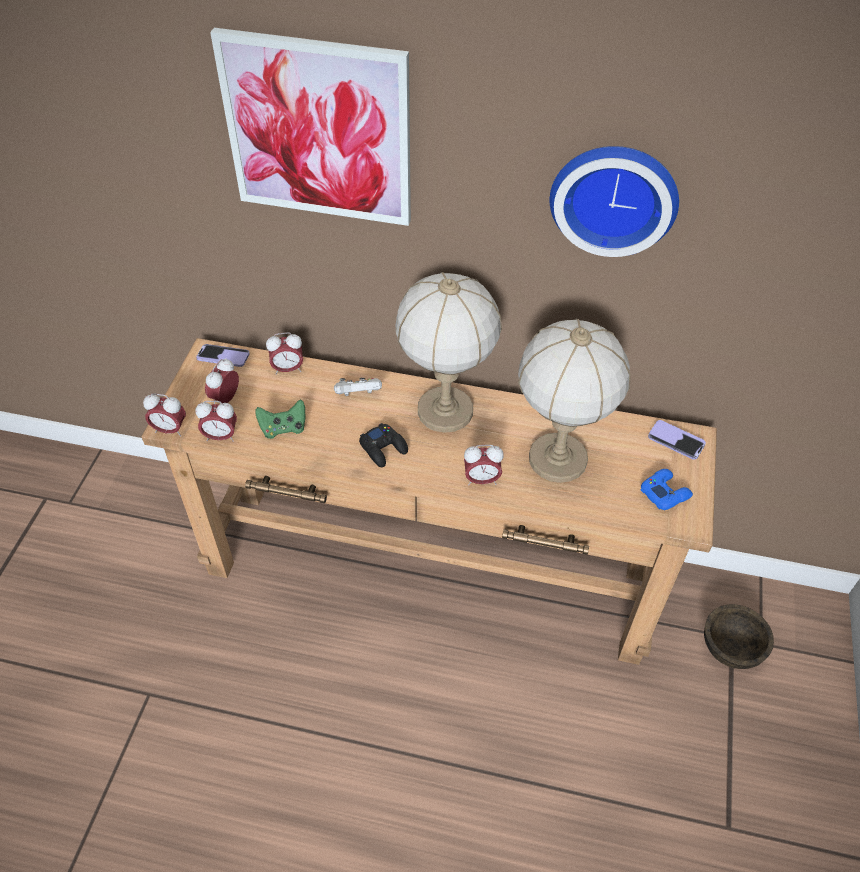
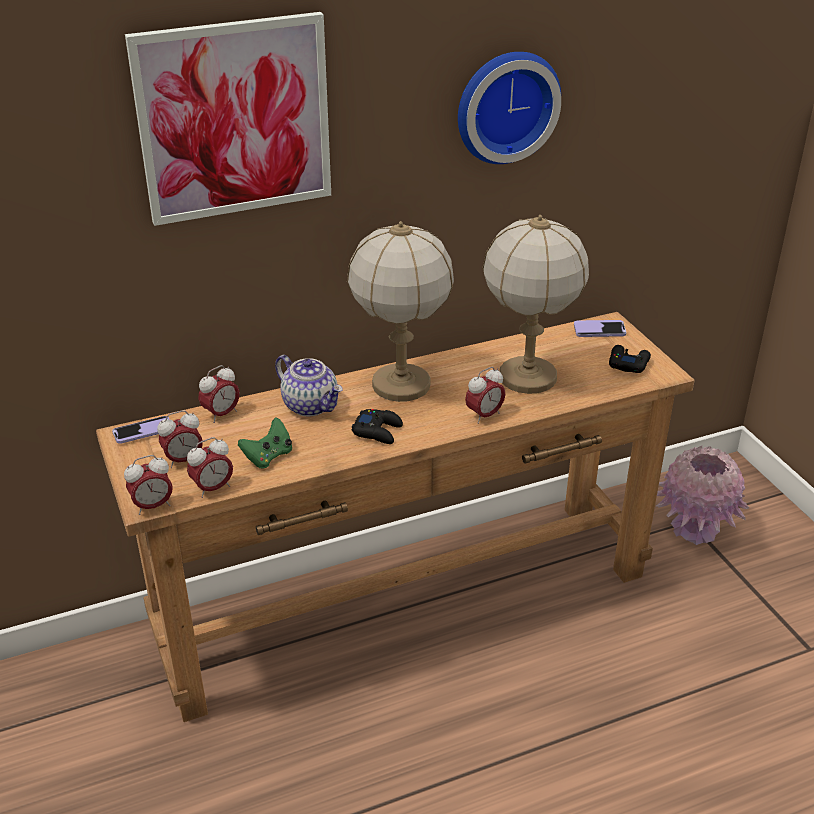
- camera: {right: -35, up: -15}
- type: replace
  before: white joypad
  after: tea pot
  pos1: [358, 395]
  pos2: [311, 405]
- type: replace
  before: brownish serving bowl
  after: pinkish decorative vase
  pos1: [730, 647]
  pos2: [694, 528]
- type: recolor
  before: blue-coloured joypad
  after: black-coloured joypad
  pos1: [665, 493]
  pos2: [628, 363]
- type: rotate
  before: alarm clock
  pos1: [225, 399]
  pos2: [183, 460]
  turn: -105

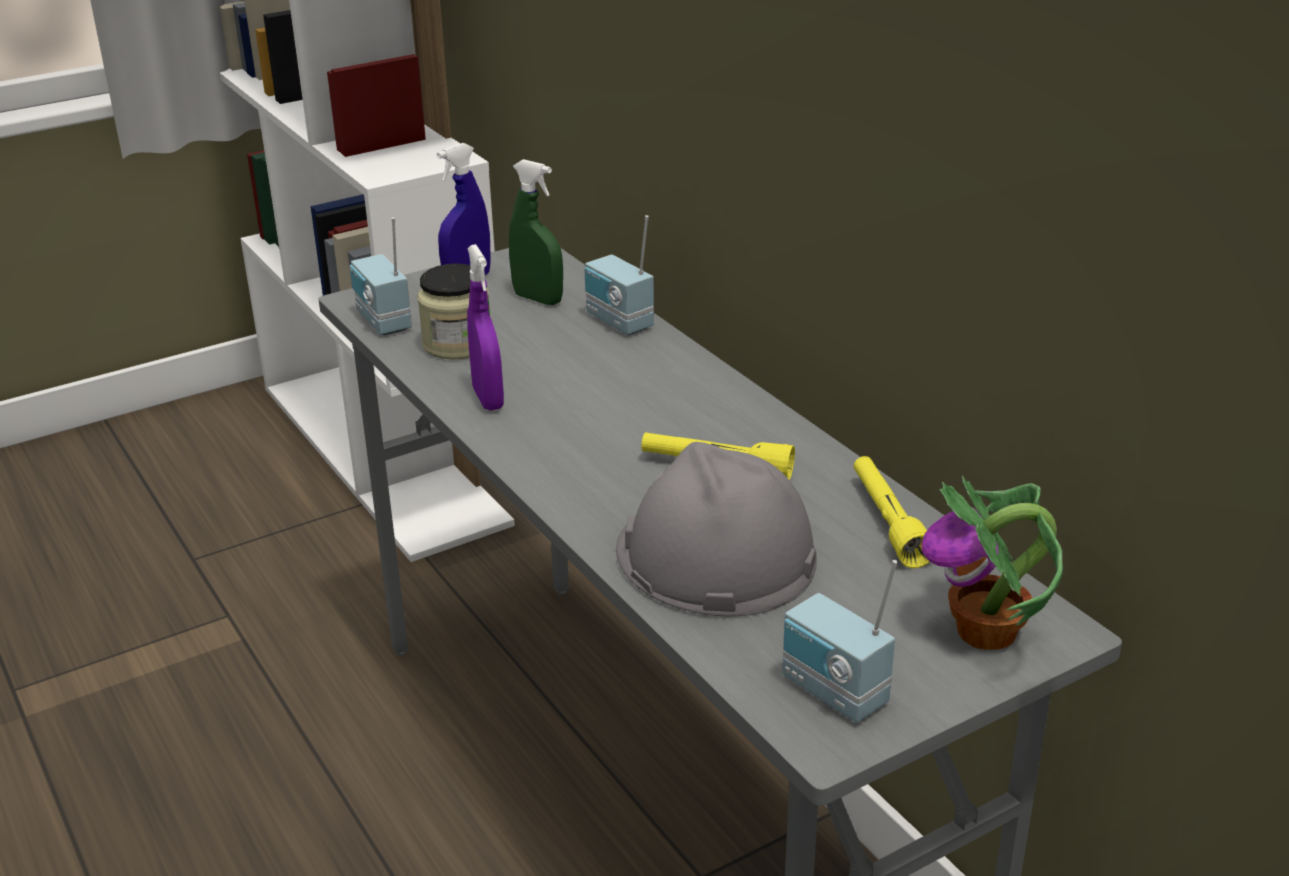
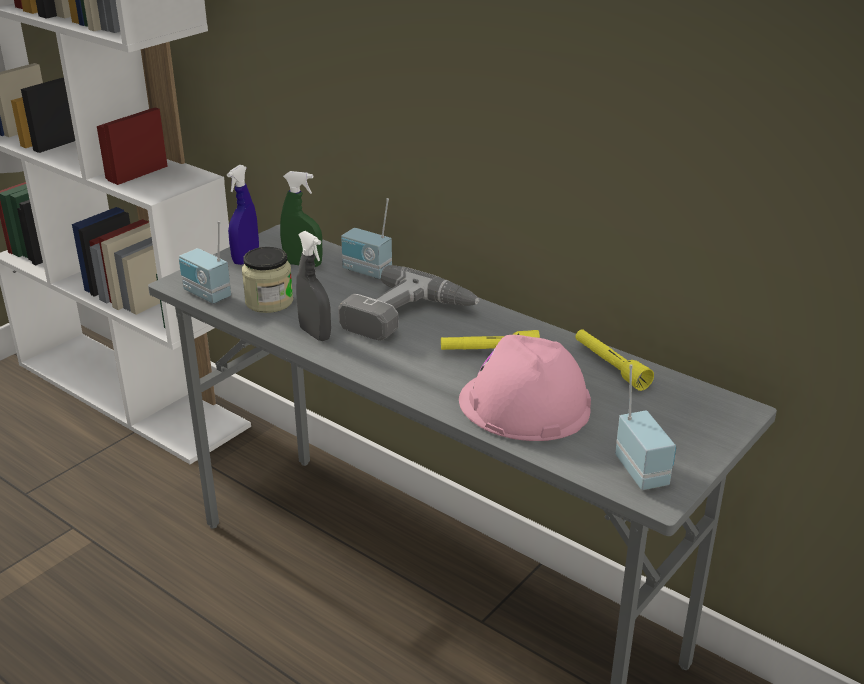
- camera: {right: -20, up: 0}
- type: delete
  before: plant in a pot
  pos1: [987, 633]
- type: insert
  after: drill
  pos2: [409, 318]
- type: recolor
  before: purple spray bottle
  after: greyish spray bottle
  pos1: [488, 399]
  pos2: [315, 334]
- type: recolor
  before: greyish work helmet
  after: pinkish work helmet
  pos1: [715, 555]
  pos2: [524, 405]
- type: rotate
  before: radio receiver
  pos1: [832, 693]
  pos2: [643, 471]
  turn: -135

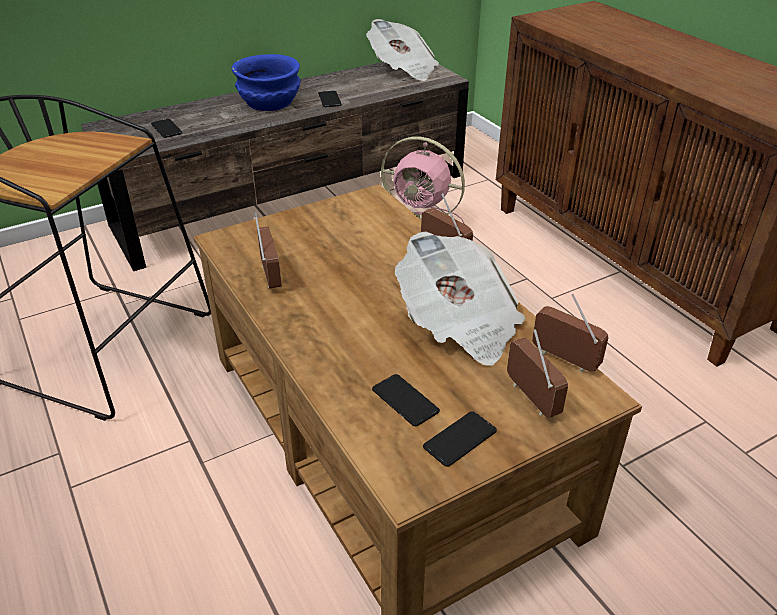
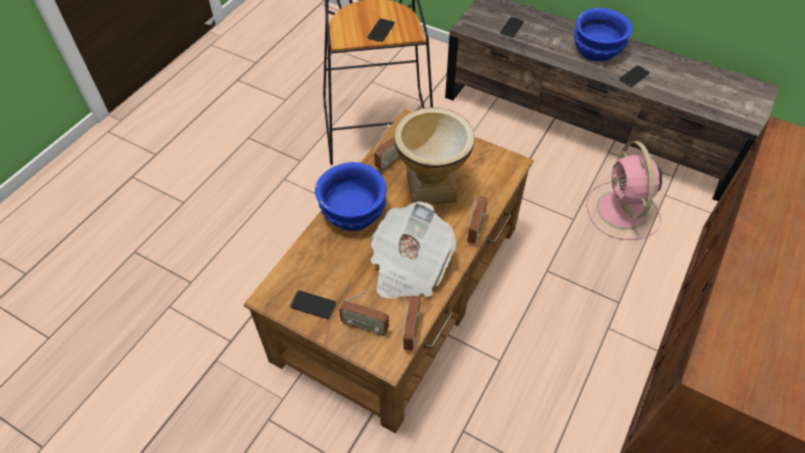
- camera: {right: 60, up: 15}
- type: delete
  before: newspaper
  pos1: [403, 69]
- type: insert
  after: blue-coloured serving bowl
  pos2: [354, 212]
- type: insert
  after: decorative vase
  pos2: [431, 187]
- type: move
  before: phone
  pos1: [405, 400]
  pos2: [381, 30]
- type: rotate
  before: radio receiver
  pos1: [531, 398]
  pos2: [365, 326]
  turn: 75

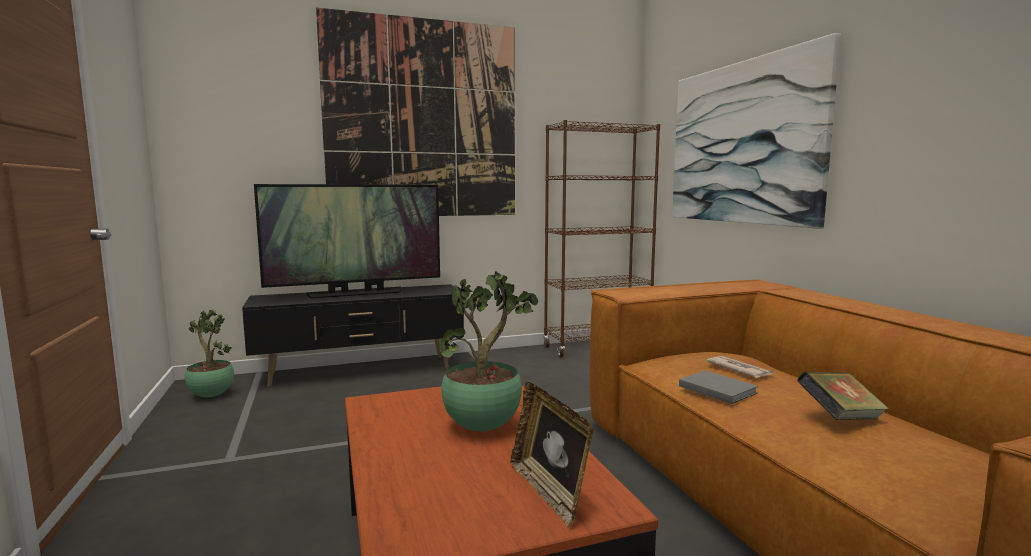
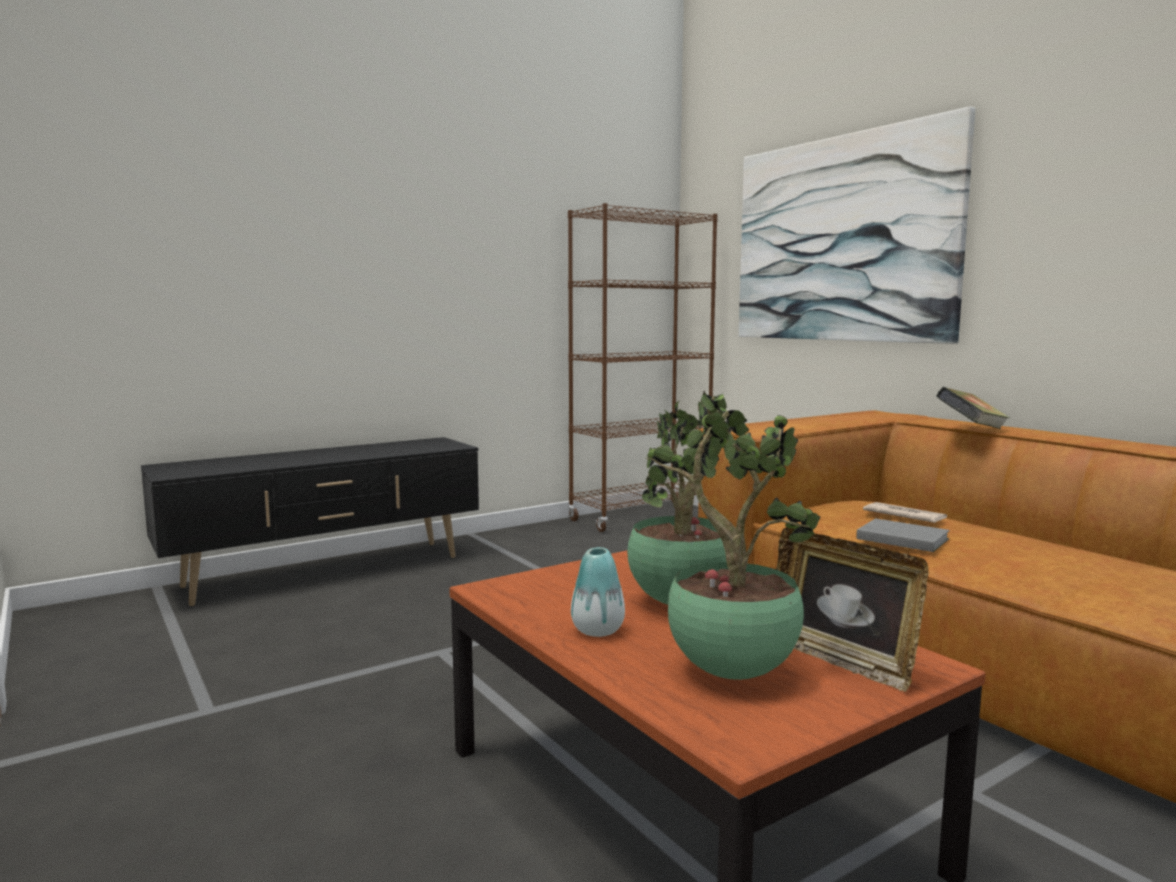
- camera: {right: -15, up: 0}
- type: delete
  before: TV set
  pos1: [356, 293]
- type: delete
  before: wall art
  pos1: [423, 120]
- type: insert
  after: decorative vase
  pos2: [597, 630]
- type: move
  before: plant in a pot
  pos1: [210, 395]
  pos2: [728, 672]
- type: move
  before: bound book
  pos1: [840, 418]
  pos2: [971, 430]

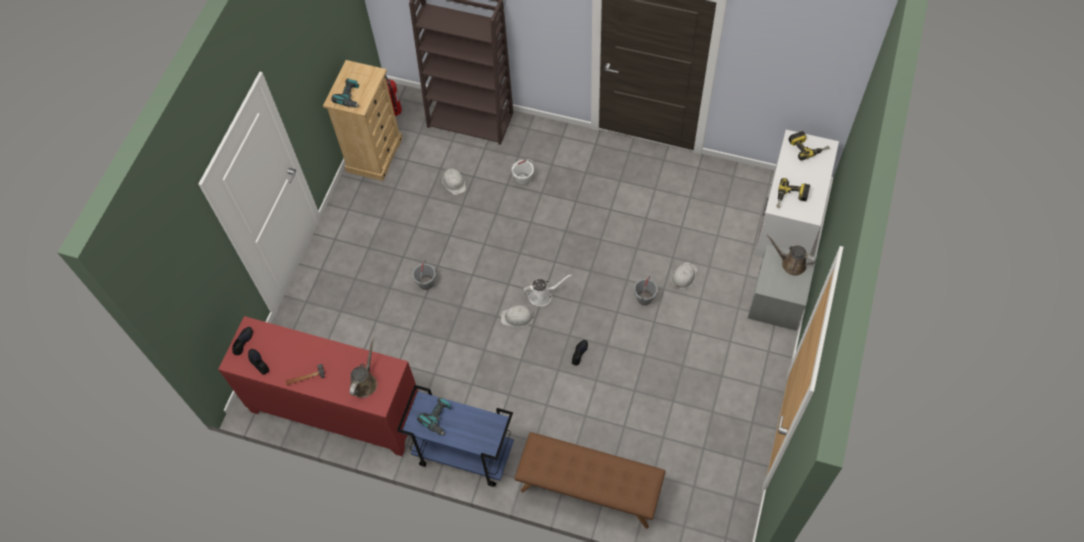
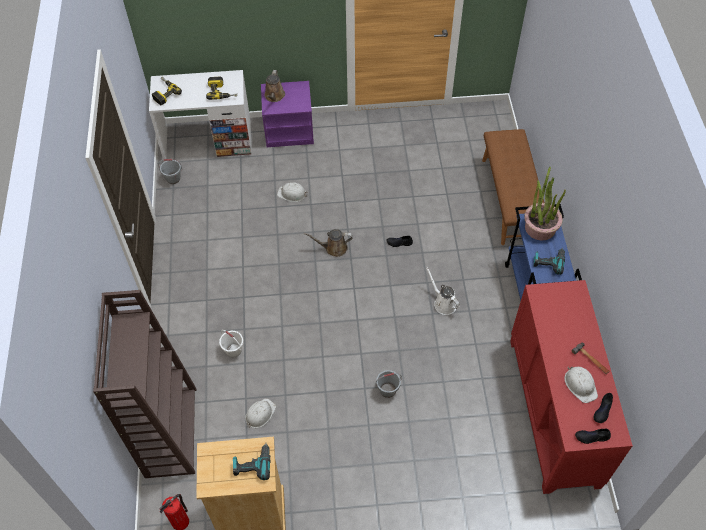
- camera: {right: -115, up: -5}
- type: insert
  after: plant in a pot
  pos2: [540, 227]
- type: move
  before: brownish sprinkling can
  pos1: [365, 382]
  pos2: [333, 248]
- type: move
  before: white work helmet
  pos1: [517, 317]
  pos2: [580, 384]
- type: move
  before: white sprinkling can
  pos1: [542, 295]
  pos2: [443, 303]
- type: move
  before: greyish pail
  pos1: [644, 298]
  pos2: [173, 178]
- type: recolor
  before: greyish night table
  after: purple night table
  pos1: [777, 301]
  pos2: [289, 130]

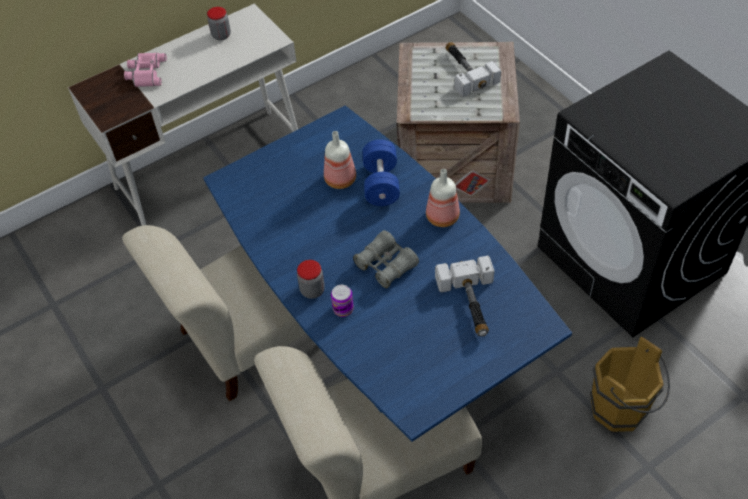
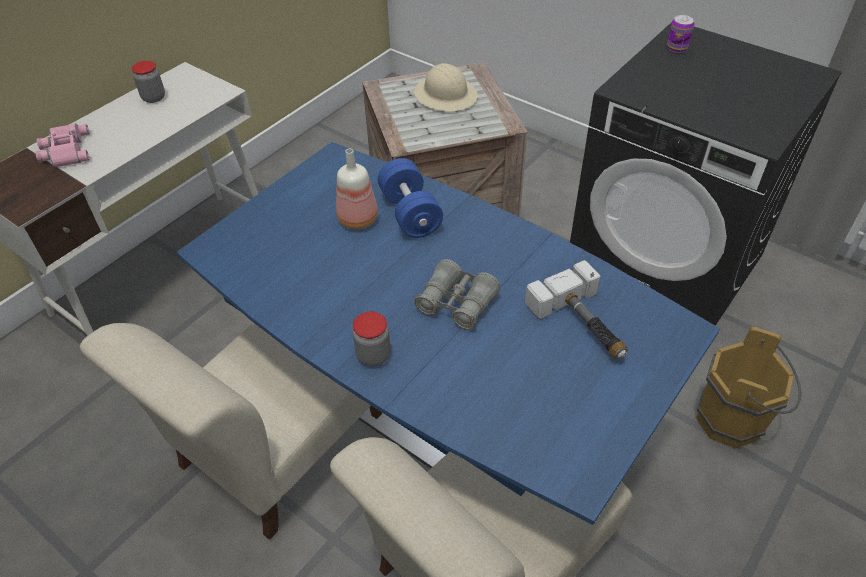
- camera: {right: -20, up: -5}
- type: delete
  before: bottle
  pos1: [441, 216]
- type: move
  before: sealed can
  pos1: [343, 309]
  pos2: [677, 48]
- type: replace
  before: hand hammer
  after: sand-coloured work helmet
  pos1: [465, 71]
  pos2: [446, 95]

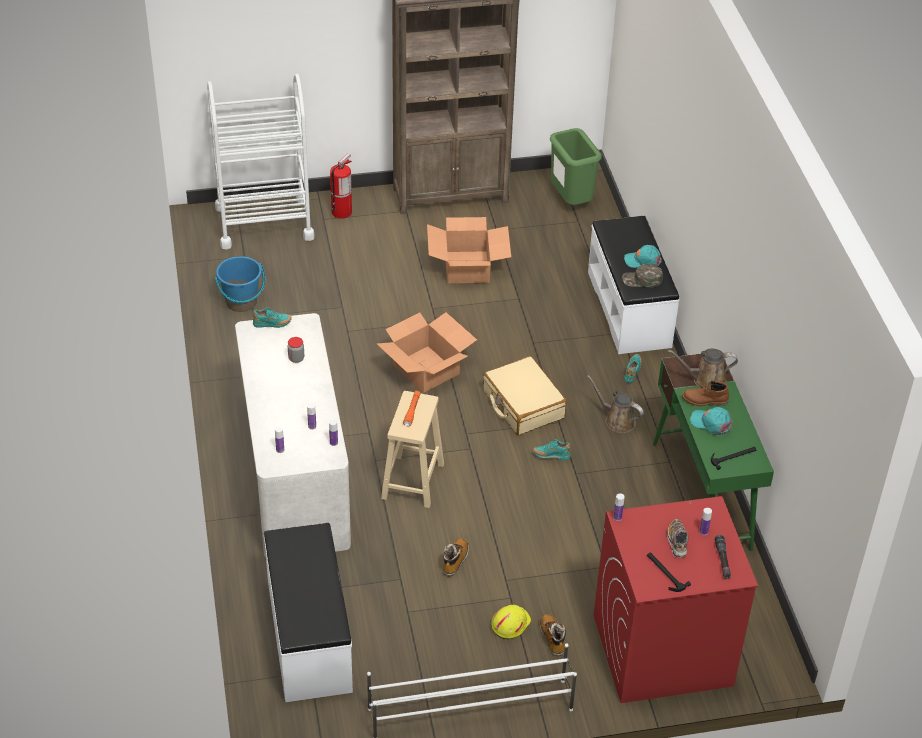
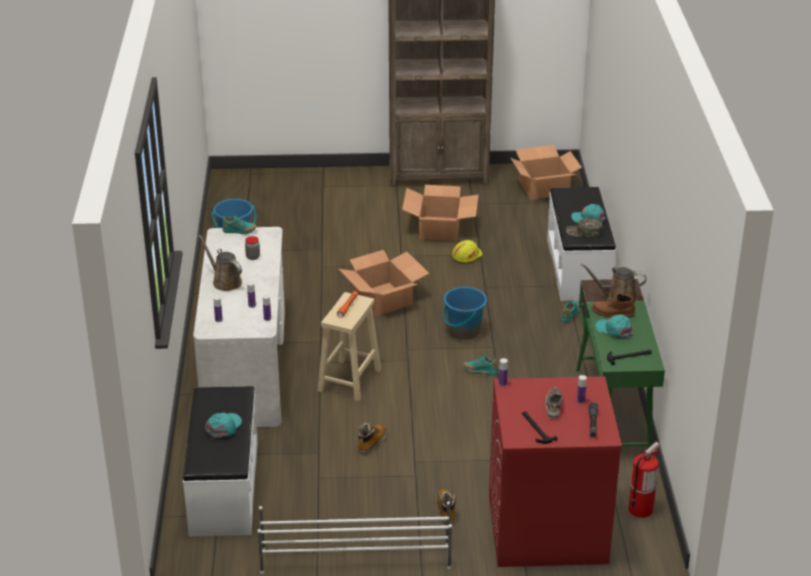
- camera: {right: 10, up: -10}
- type: delete
  before: white wheeled cart
  pos1: [264, 223]
- type: insert
  after: blue-green baseball cap
  pos2: [224, 427]
- type: move
  before: fire-fighting cylinder
  pos1: [342, 212]
  pos2: [640, 509]
- type: move
  before: yellowish work helmet
  pos1: [510, 624]
  pos2: [466, 256]
- type: move
  before: brownish sprinkling can
  pos1: [617, 420]
  pos2: [225, 281]
- type: replace
  before: sand-coloured piece of luggage
  after: blue-coloured pail
  pos1: [523, 404]
  pos2: [464, 331]
- type: replace
  before: greenish waste bin
  after: packing box
  pos1: [570, 202]
  pos2: [543, 188]

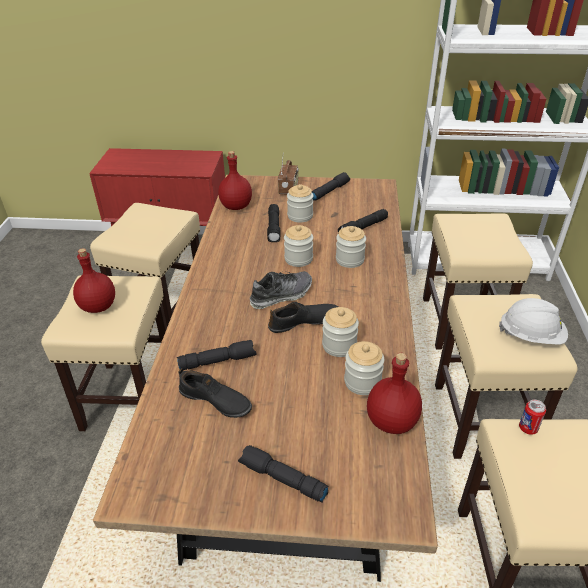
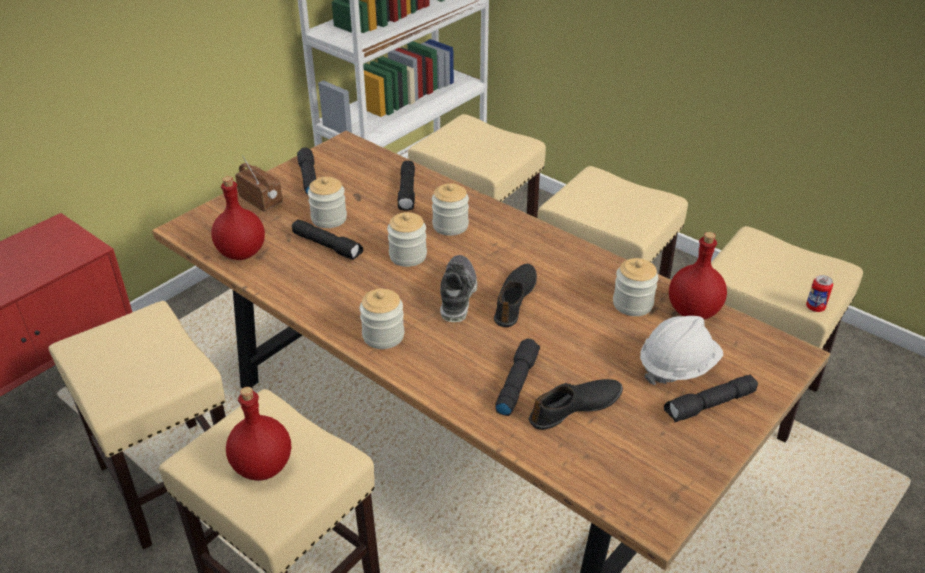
- camera: {right: -55, up: 0}
- type: move
  before: preserve jar
  pos1: [339, 345]
  pos2: [383, 336]
- type: move
  before: white work helmet
  pos1: [531, 336]
  pos2: [677, 366]
- type: move
  before: sealed can
  pos1: [528, 428]
  pos2: [815, 307]

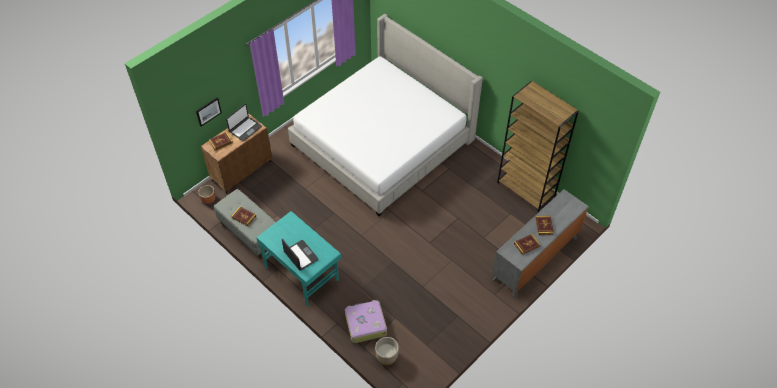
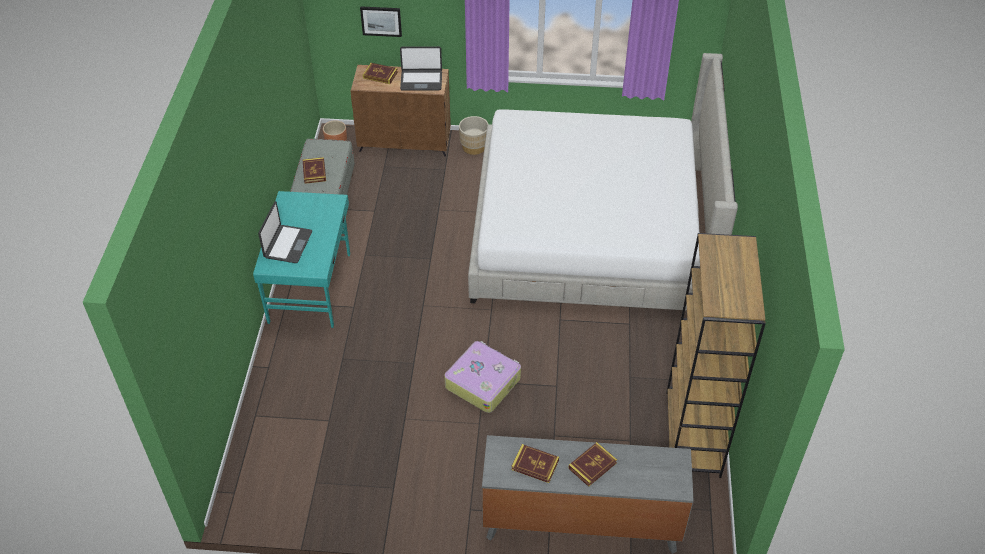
- camera: {right: 50, up: -5}
- type: move
  before: piece of luggage
  pos1: [365, 324]
  pos2: [483, 382]
- type: move
  before: sand-coloured flower pot
  pos1: [386, 357]
  pos2: [474, 147]

